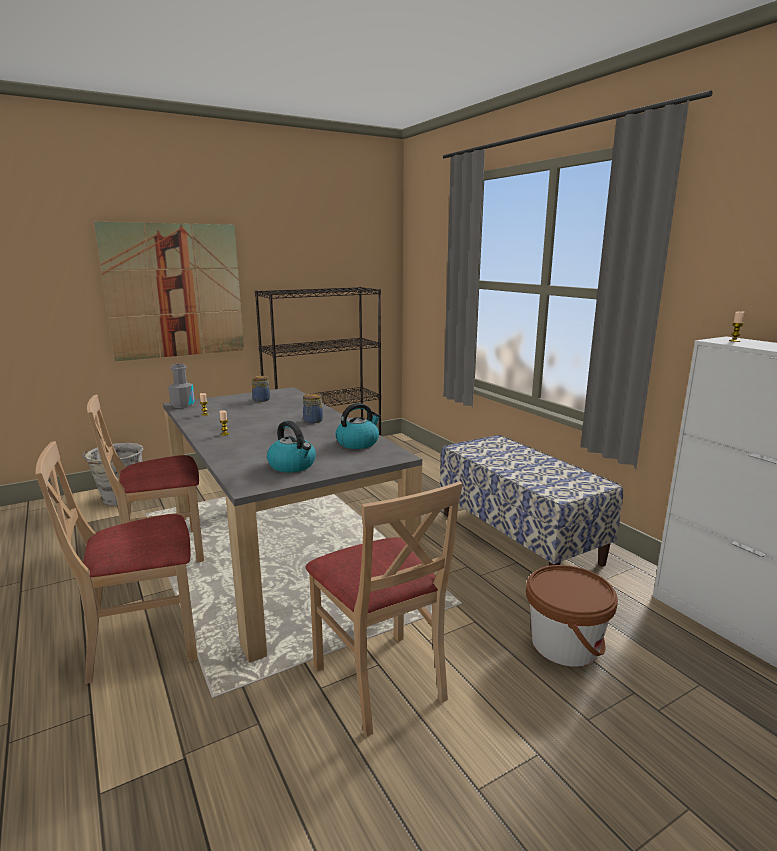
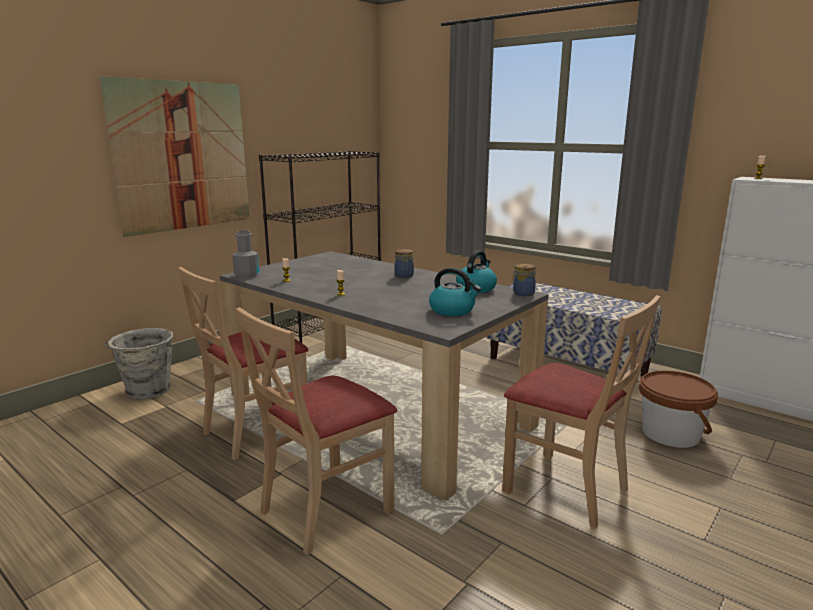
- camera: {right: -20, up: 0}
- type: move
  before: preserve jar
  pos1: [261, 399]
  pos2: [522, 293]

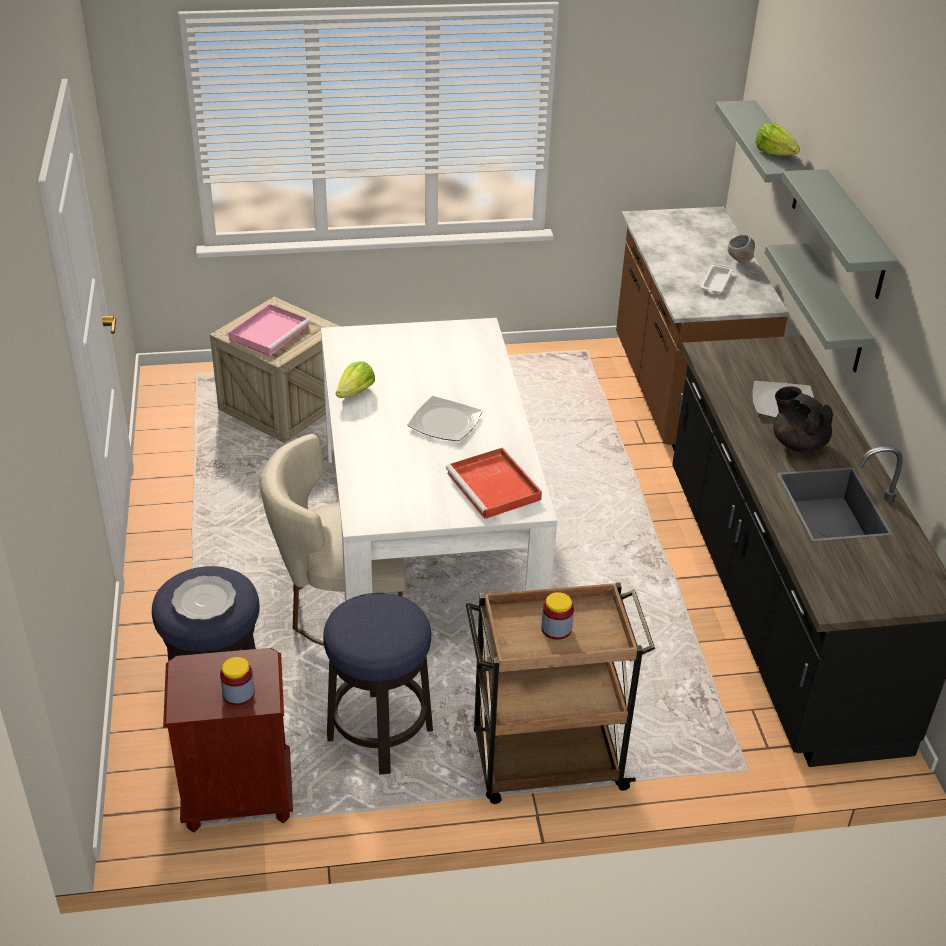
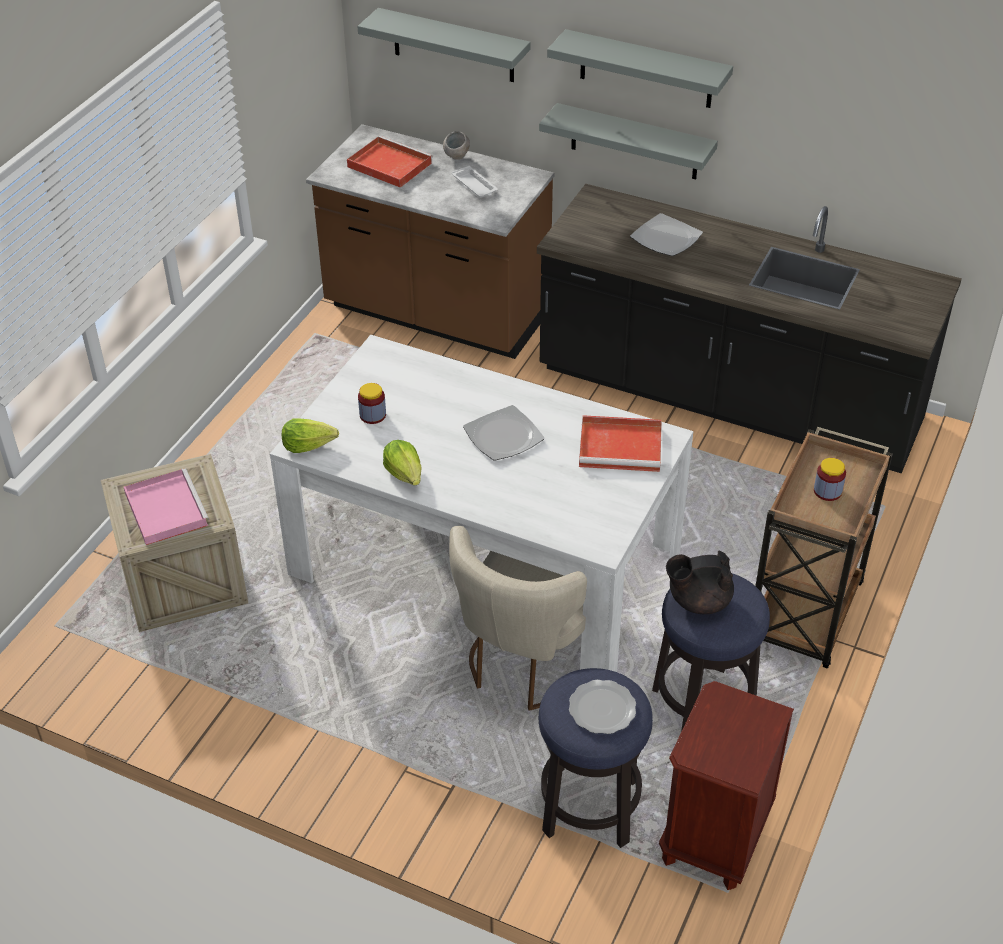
- camera: {right: -55, up: 5}
- type: insert
  after: red tray
  pos2: [388, 165]
- type: move
  before: preserve jar
  pos1: [238, 694]
  pos2: [372, 415]
- type: move
  before: head of lettuce
  pos1: [775, 153]
  pos2: [308, 445]
- type: move
  before: black-coloured tea pot
  pos1: [797, 443]
  pos2: [698, 600]

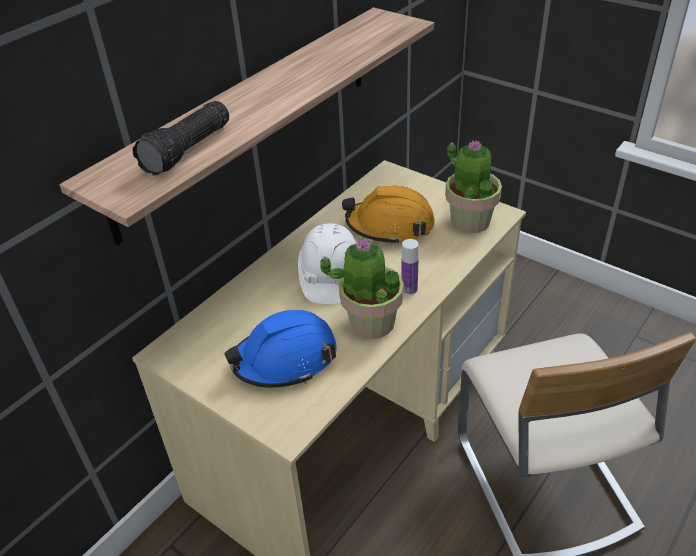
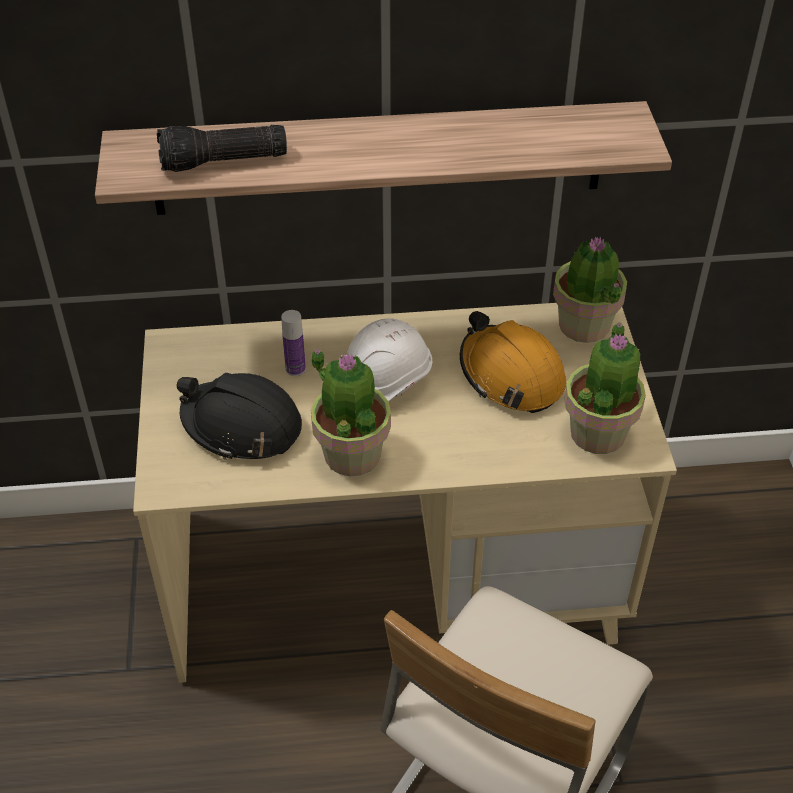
- camera: {right: 45, up: 5}
- type: insert
  after: plant in a pot
  pos2: [584, 326]
- type: move
  before: bottle
  pos1: [409, 289]
  pos2: [295, 369]
- type: recolor
  before: blue-coloured work helmet
  after: black-coloured work helmet
  pos1: [285, 359]
  pos2: [242, 426]

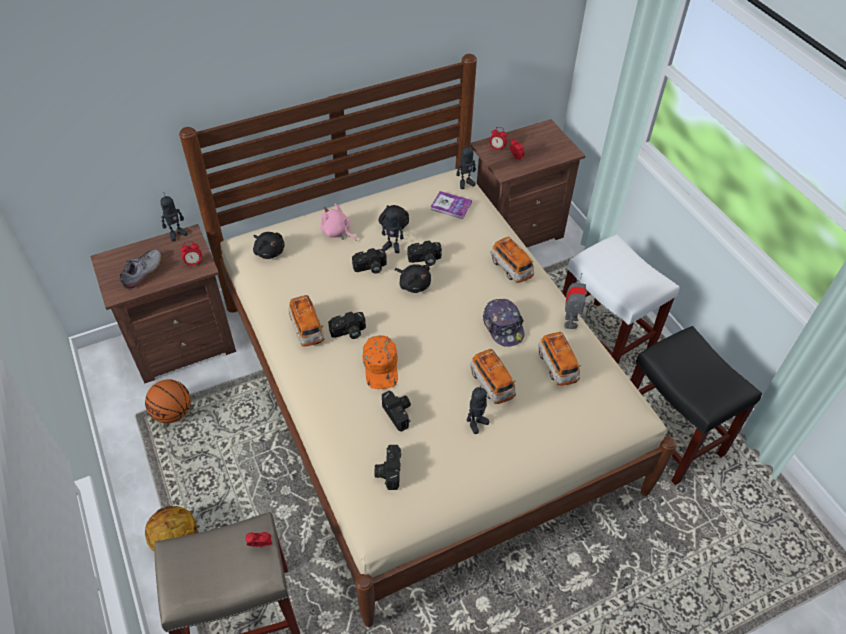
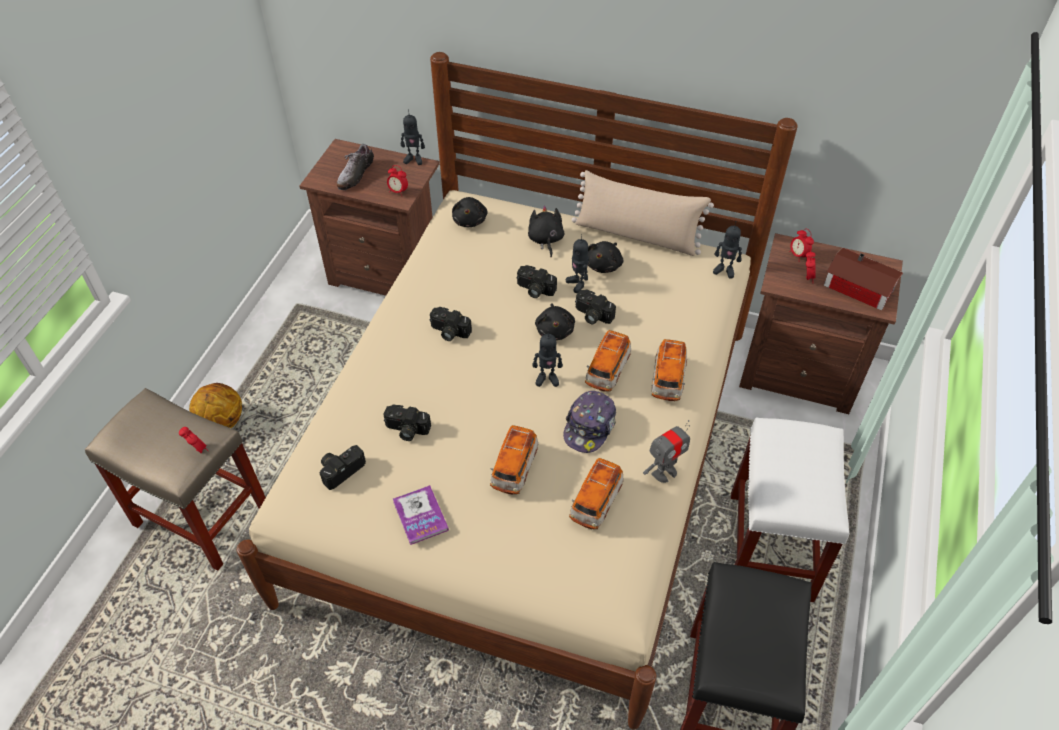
- camera: {right: 45, up: 0}
- type: delete
  before: basketball ball
  pos1: [173, 413]
- type: delete
  before: orange baseball cap
  pos1: [381, 366]
- type: insert
  after: sand-coloured throw pillow
  pos2: [637, 235]
- type: insert
  after: toy house
  pos2: [860, 289]
- type: move
  before: toy car
  pos1: [307, 328]
  pos2: [607, 370]
- type: move
  before: bound book
  pos1: [451, 206]
  pos2: [420, 516]
- type: move
  before: robot figure
  pos1: [476, 423]
  pos2: [547, 378]
- type: recolor
  before: pinkish soft toy
  after: black-coloured soft toy
  pos1: [337, 232]
  pos2: [545, 240]
- type: rotate
  before: low shoe
  pos1: [143, 271]
  pos2: [355, 174]
  turn: 135
- type: rotate
  before: photo camera
  pos1: [399, 413]
  pos2: [406, 430]
  turn: 90

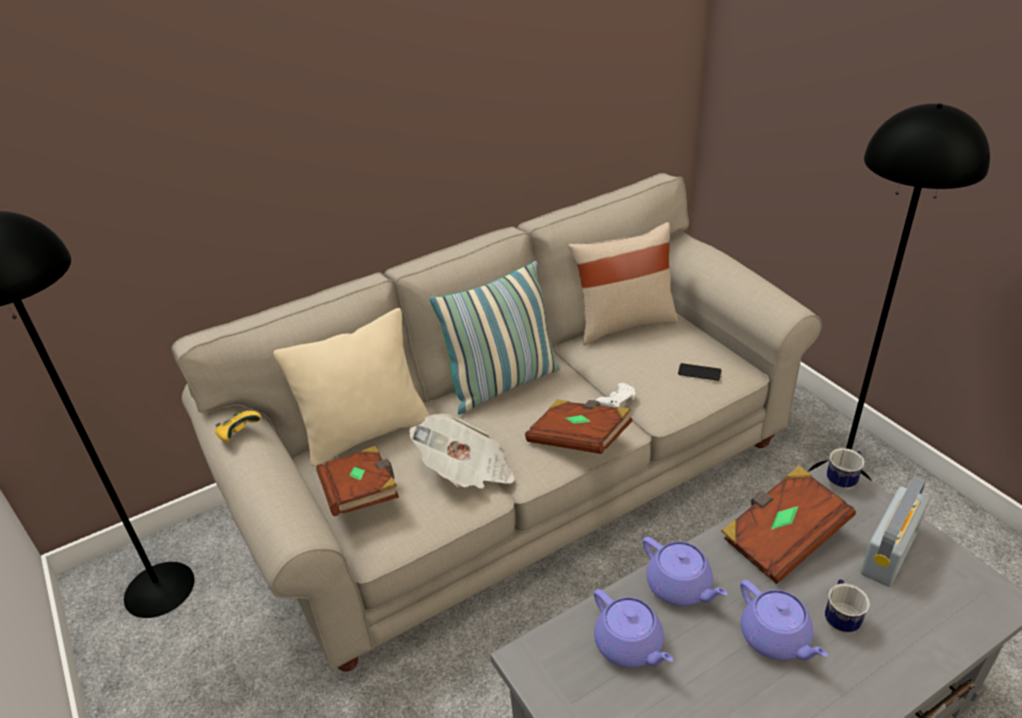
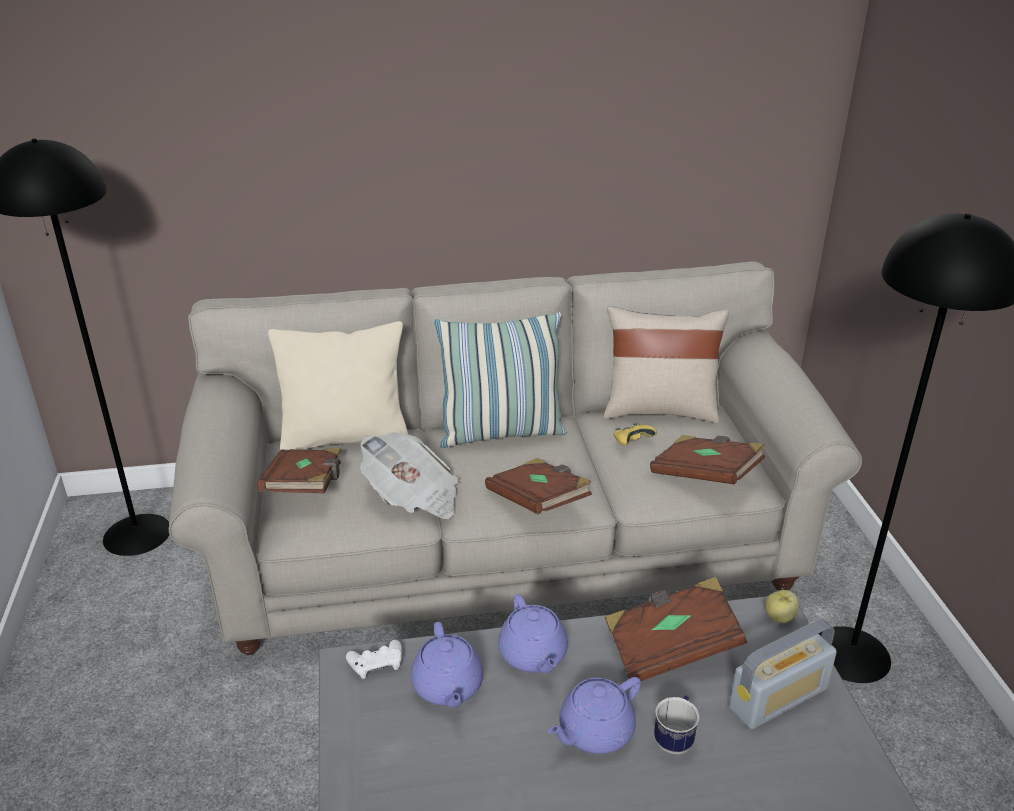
- camera: {right: 20, up: -5}
- type: move
  before: yellowish joypad
  pos1: [239, 433]
  pos2: [632, 443]
- type: move
  before: white joypad
  pos1: [617, 400]
  pos2: [376, 663]
- type: replace
  before: phone
  after: brownish bound book
  pos1: [699, 372]
  pos2: [705, 475]
- type: replace
  before: coffee mug
  after: apple fruit
  pos1: [843, 480]
  pos2: [780, 617]
- type: rotate
  before: purple tea pot
  pos1: [776, 638]
  pos2: [594, 732]
  turn: 60

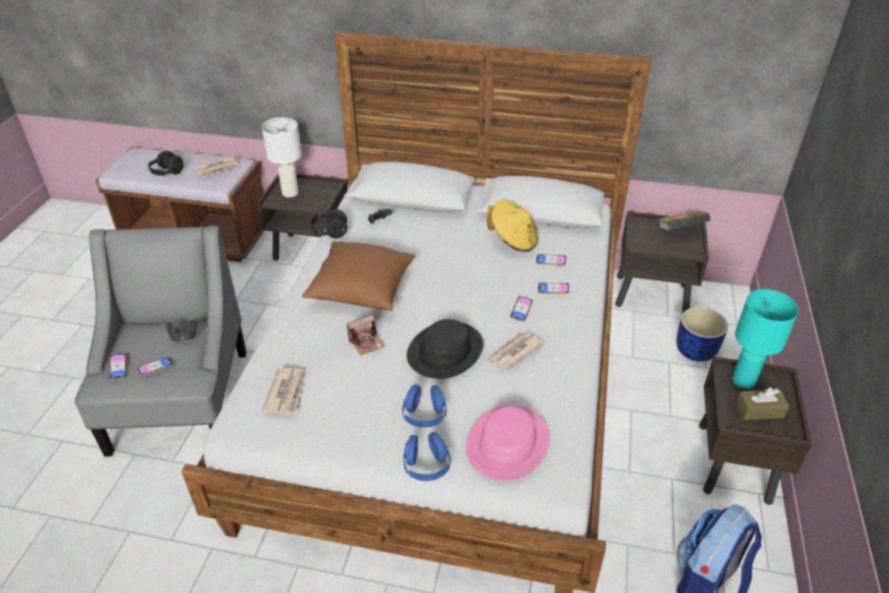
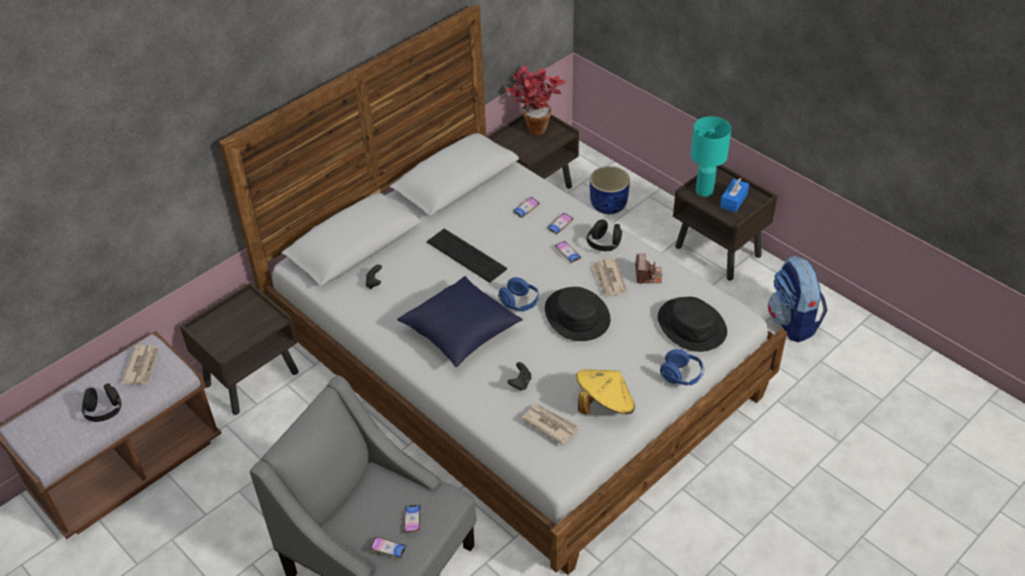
- camera: {right: -55, up: 5}
- type: delete
  before: white lamp for a table
  pos1: [290, 192]
- type: insert
  after: PC keyboard
  pos2: [466, 255]
- type: move
  before: black-coloured joypad
  pos1: [184, 337]
  pos2: [520, 383]
- type: move
  before: black-coloured pair of headphones
  pos1: [329, 232]
  pos2: [604, 244]
- type: move
  before: photo camera
  pos1: [366, 342]
  pos2: [648, 275]
- type: move
  before: blue-coloured pair of headphones
  pos1: [424, 416]
  pos2: [519, 303]
- type: move
  before: yellowish hat
  pos1: [513, 240]
  pos2: [604, 405]
- type: replace
  before: bound book
  after: plant in a pot
  pos1: [680, 232]
  pos2: [534, 126]
- type: recolor
  before: brownish throw pillow
  after: blue-coloured throw pillow
  pos1: [361, 290]
  pos2: [461, 333]
- type: recolor
  before: pinkish hat
  after: black-coloured hat
  pos1: [508, 443]
  pos2: [692, 325]
- type: recolor
  before: brownish tissue box
  after: blue-coloured tissue box
  pos1: [759, 410]
  pos2: [733, 200]

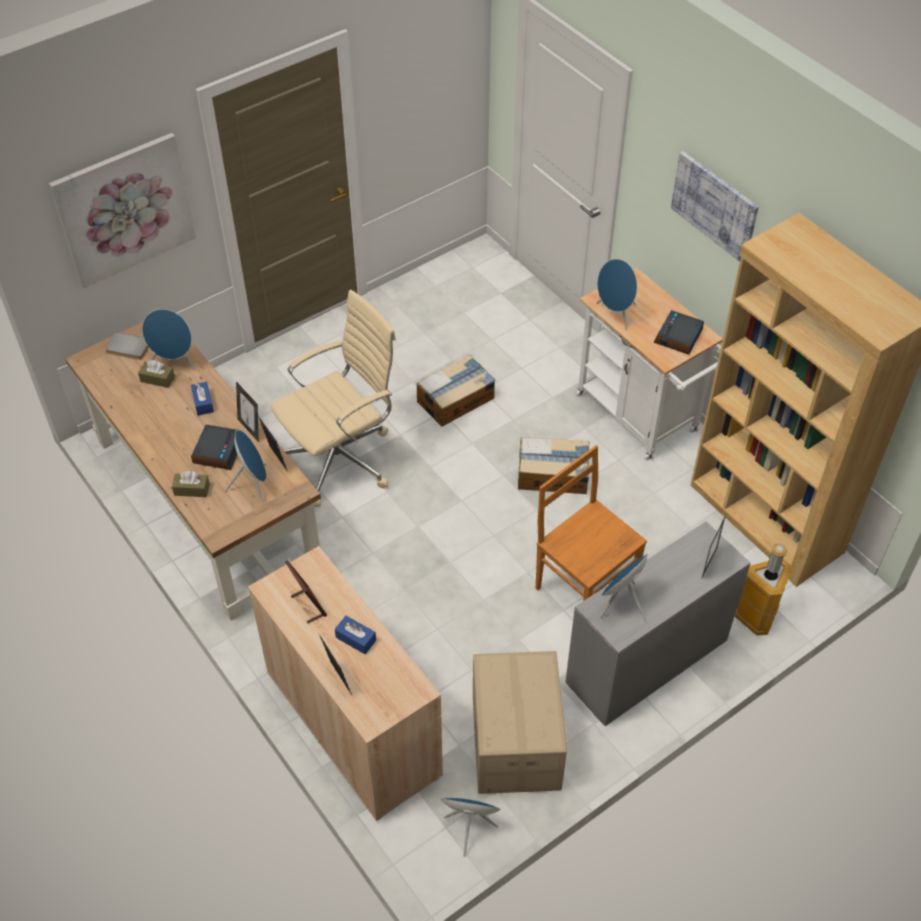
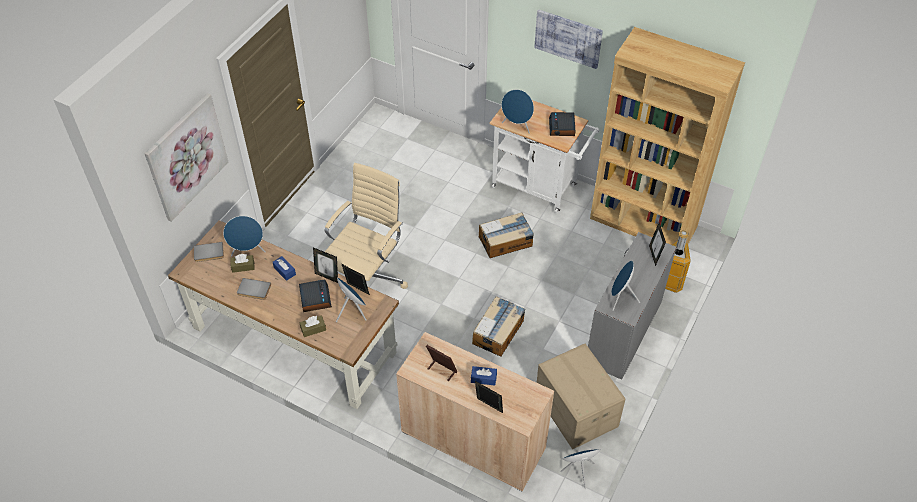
- camera: {right: -25, up: 0}
- type: delete
  before: brownish upright chair
  pos1: [583, 585]
- type: insert
  after: greyish bound book
  pos2: [253, 290]
- type: move
  before: packing box
  pos1: [456, 399]
  pos2: [498, 332]

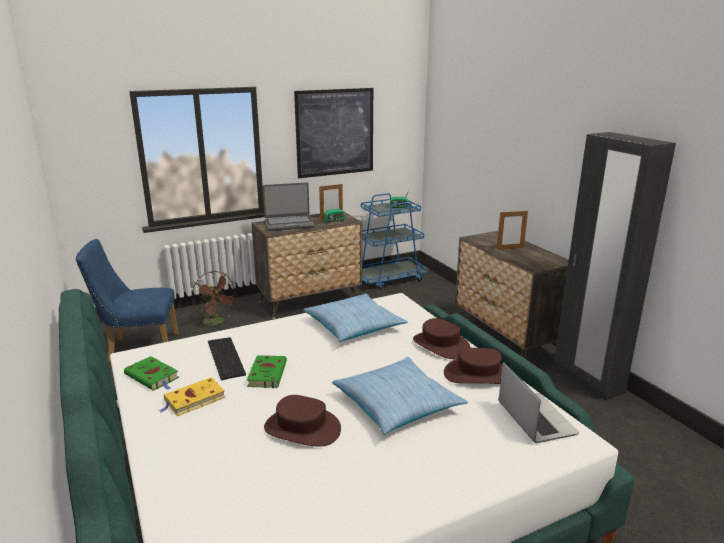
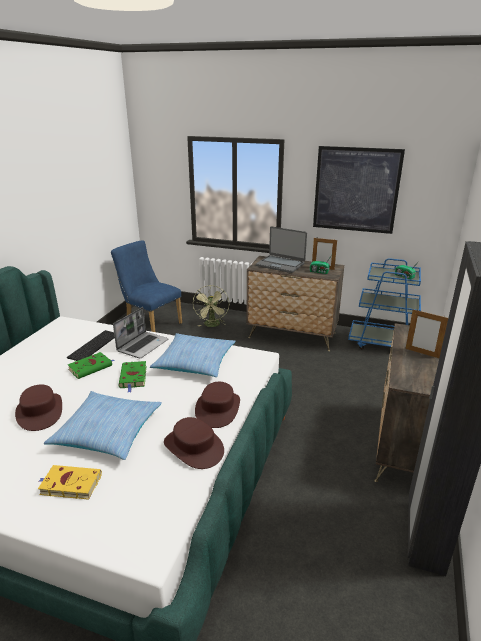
- camera: {right: 45, up: 5}
- type: move
  before: greenish bound book
  pos1: [153, 377]
  pos2: [133, 377]
- type: move
  before: yellowish bound book
  pos1: [193, 400]
  pos2: [69, 484]
- type: move
  before: laptop
  pos1: [534, 418]
  pos2: [143, 345]
- type: recolor
  before: brownish cooling fan
  after: greenish cooling fan
  pos1: [217, 322]
  pos2: [212, 325]

